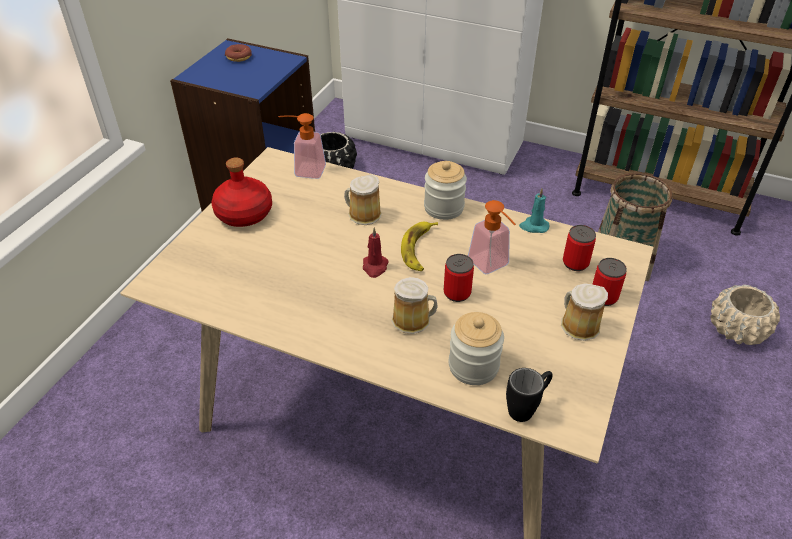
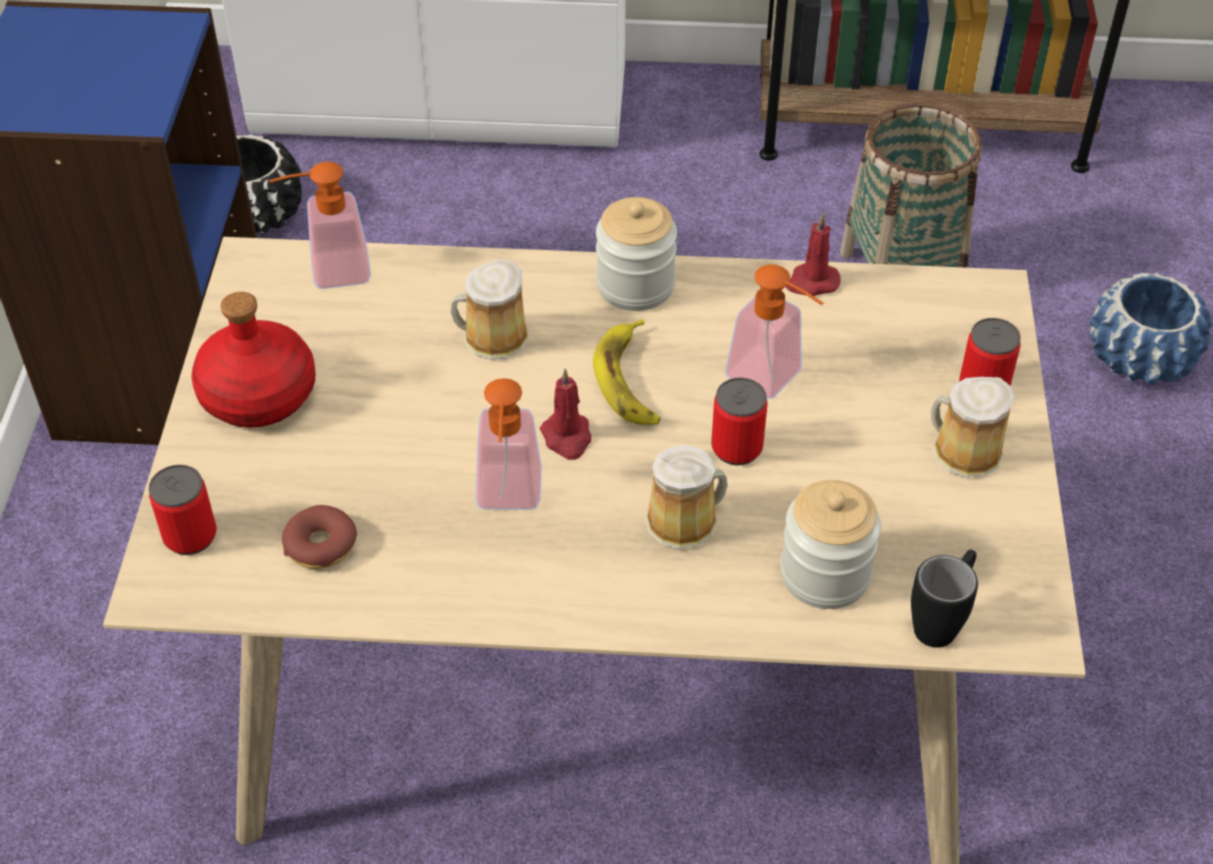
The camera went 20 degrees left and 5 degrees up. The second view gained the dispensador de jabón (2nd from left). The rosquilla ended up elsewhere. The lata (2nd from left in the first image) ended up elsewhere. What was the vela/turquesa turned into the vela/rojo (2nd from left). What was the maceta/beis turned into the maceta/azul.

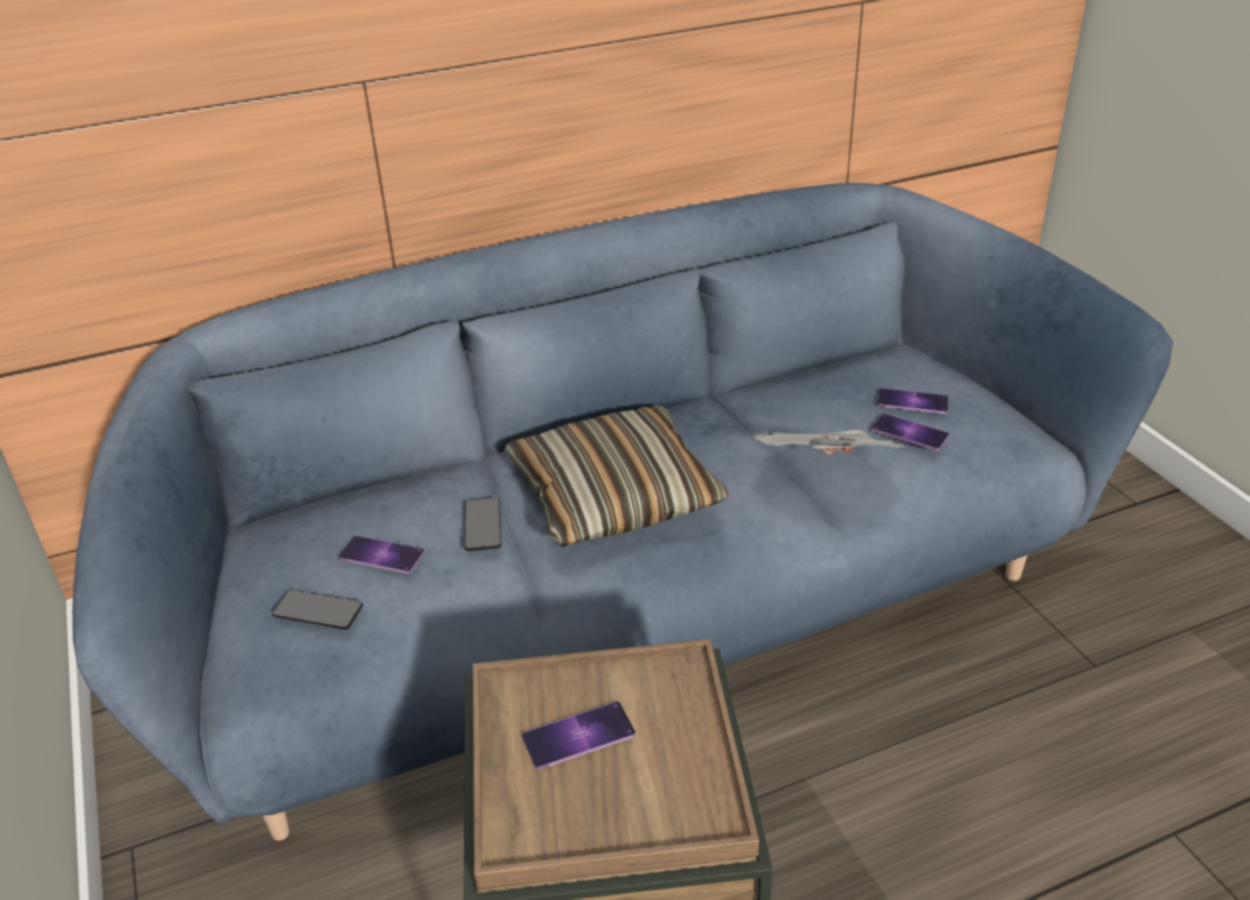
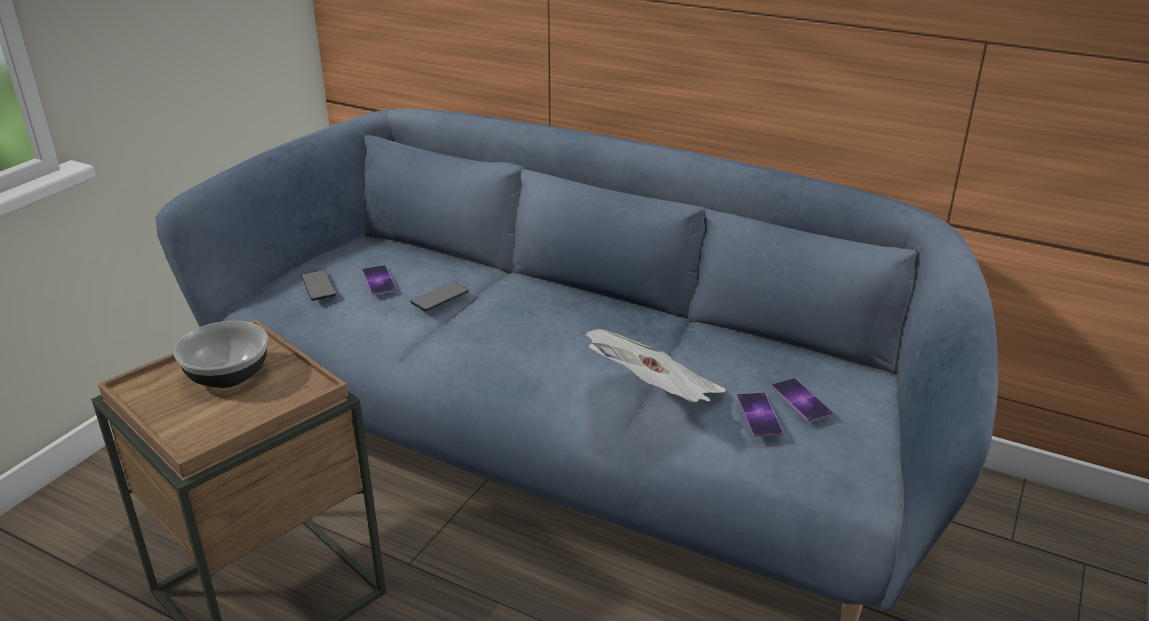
The camera went 50 degrees right and 5 degrees down. The second view lost the cojín. Where the móvil (4th from left) stood, the cuenco came to stand.

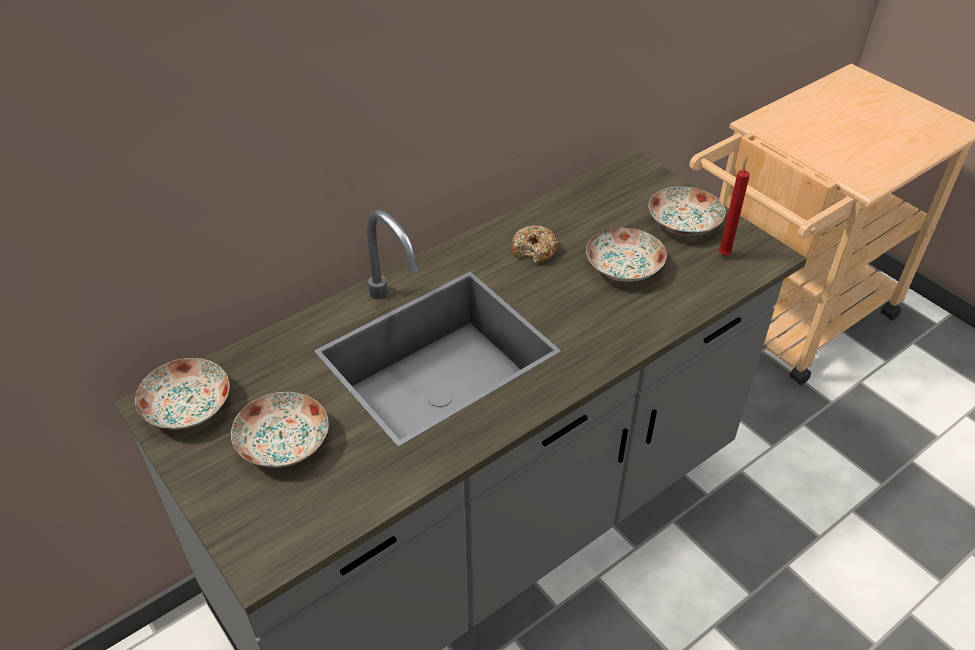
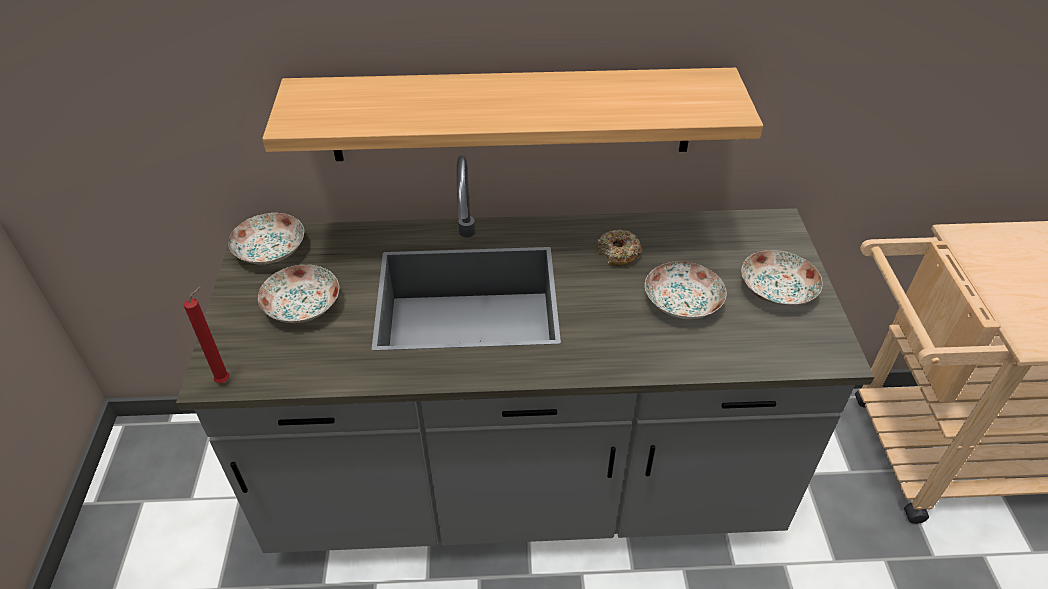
The camera went 35 degrees right and 0 degrees up. The second view gained the estante. The vela/rojo ended up elsewhere.

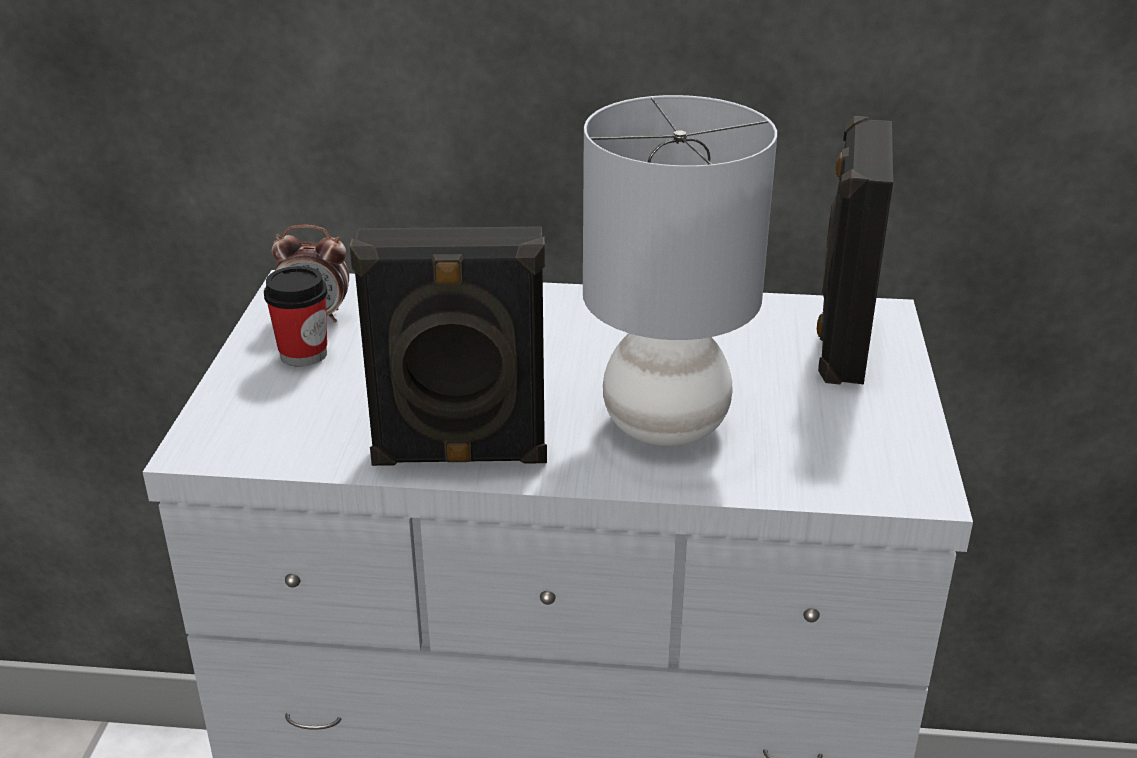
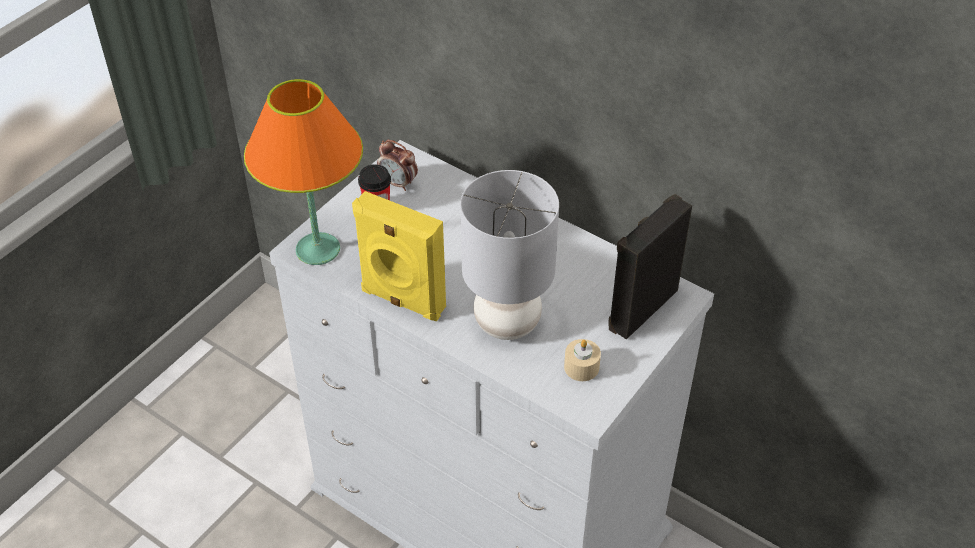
The camera went 30 degrees right and 15 degrees up. The second view gained the lámpara de mesa/naranja. The second view gained the vela/beis. What was the altavoz/negro (1st from left) turned into the altavoz/amarillo.

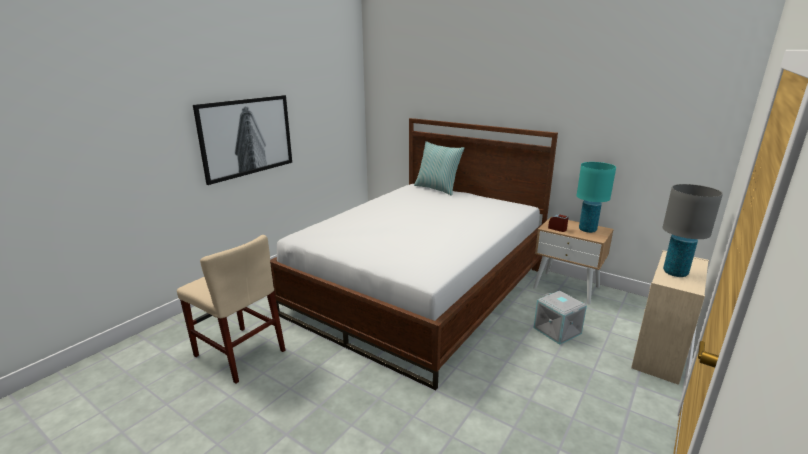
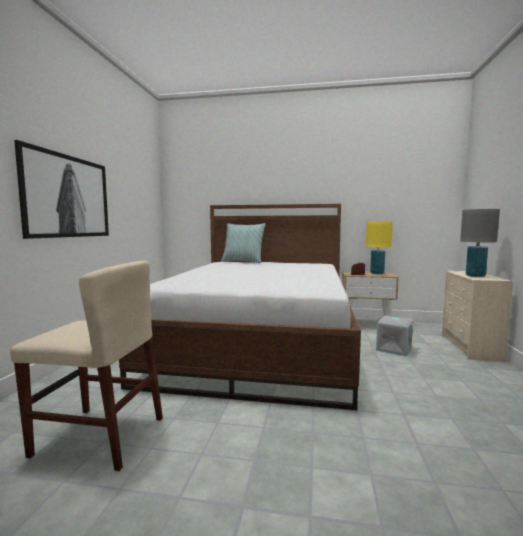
The camera went 25 degrees left and 15 degrees down. What was the lámpara de mesa/turquesa turned into the lámpara de mesa/amarillo.

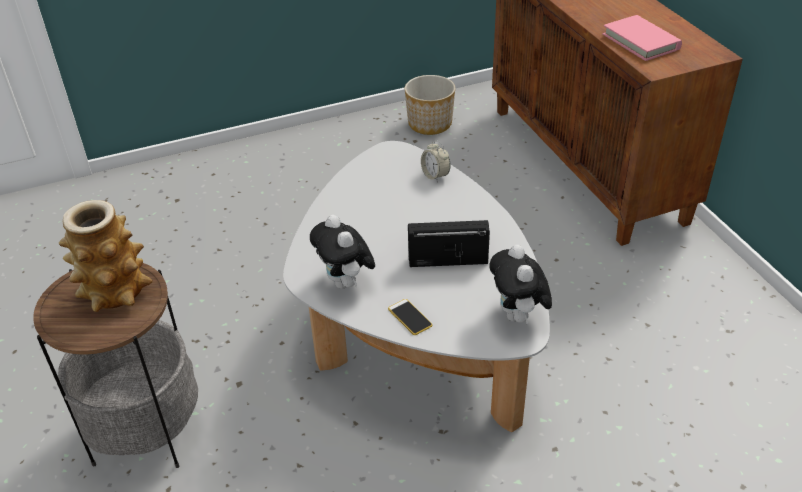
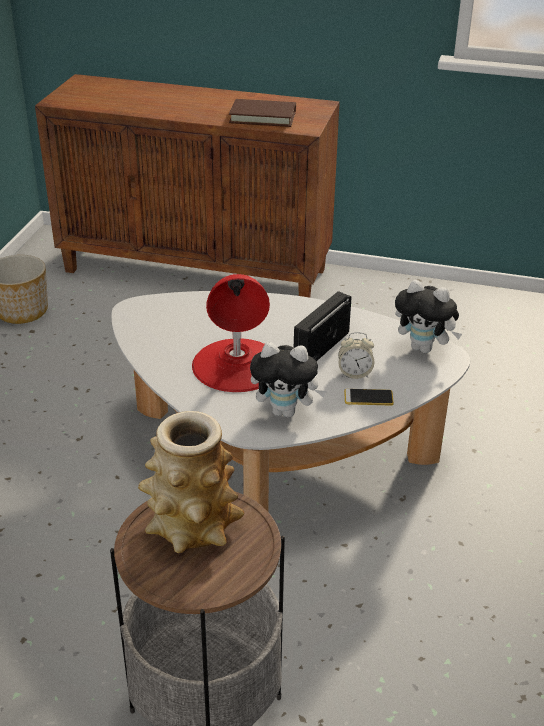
The camera went 55 degrees left and 5 degrees down. The second view gained the lámpara de mesa/rojo. The despertador ended up elsewhere. What was the libro/rosa turned into the libro/marrón.

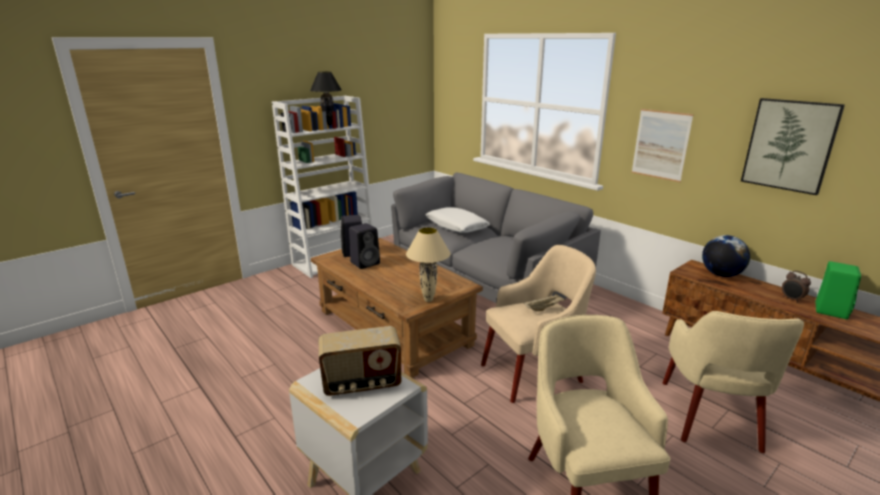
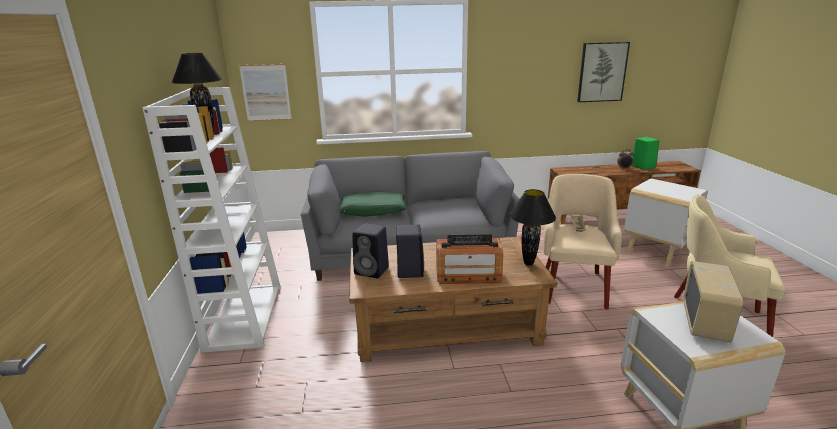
The camera went 55 degrees left and 0 degrees up. The second view lost the globo terráqueo. The second view gained the radio (1st from left). The cuadro (1st from left) ended up elsewhere. Where the sillón/beis (3rd from left) stood, the mesa auxiliar/blanco (1st from left) came to stand. What was the lámpara de mesa/beis turned into the lámpara de mesa/negro (2nd from left). What was the cojín/blanco turned into the cojín/verde.

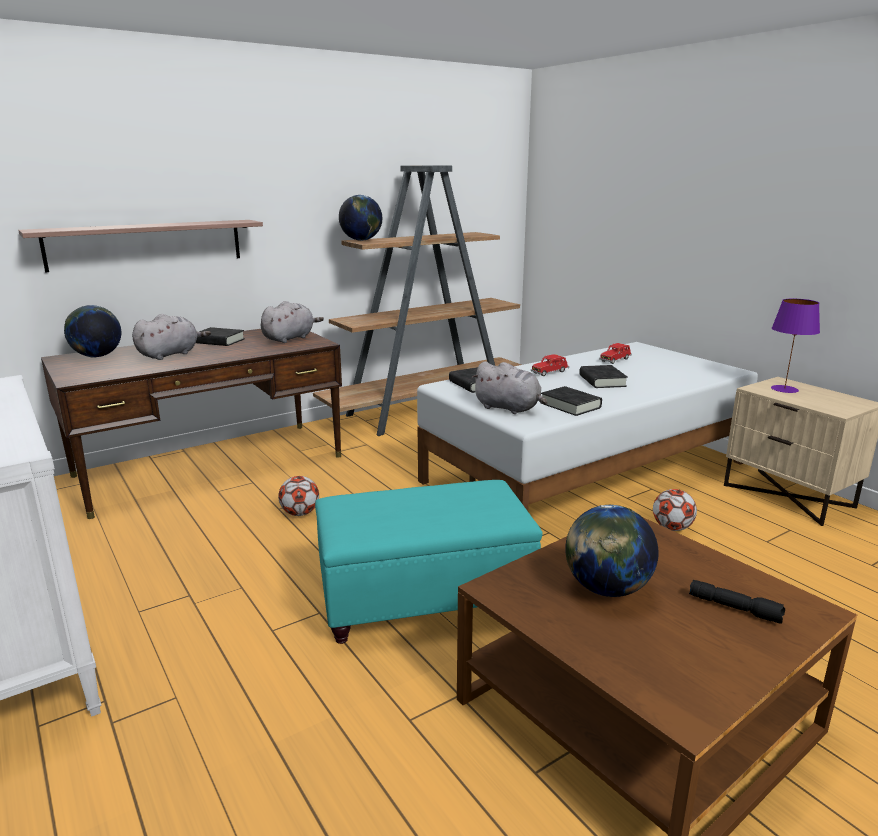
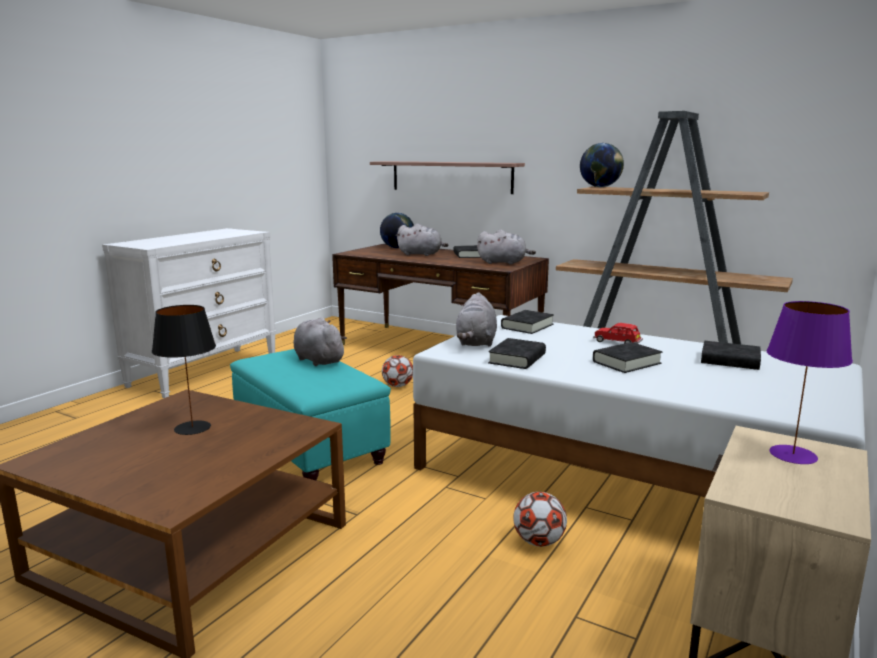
The camera went 65 degrees right and 5 degrees down. The second view lost the linterna/negro. The second view gained the peluche/gris (1st from left). Where the globo terráqueo (3rd from left) stood, the lámpara de mesa/negro came to stand. Where the coche de juguete/rojo (2nd from left) stood, the libro/negro (5th from left) came to stand.

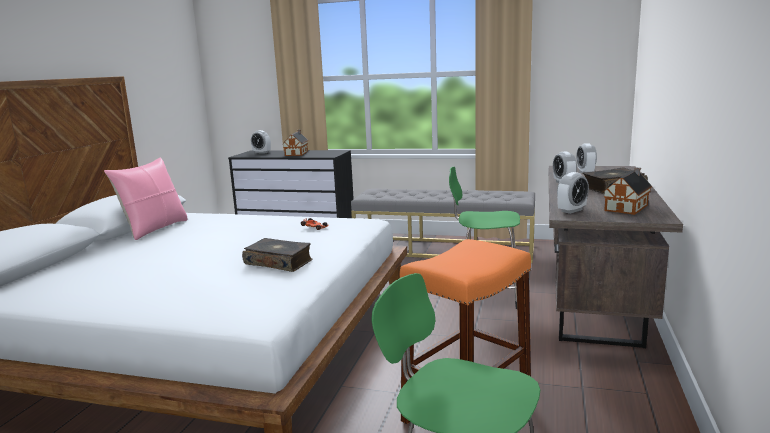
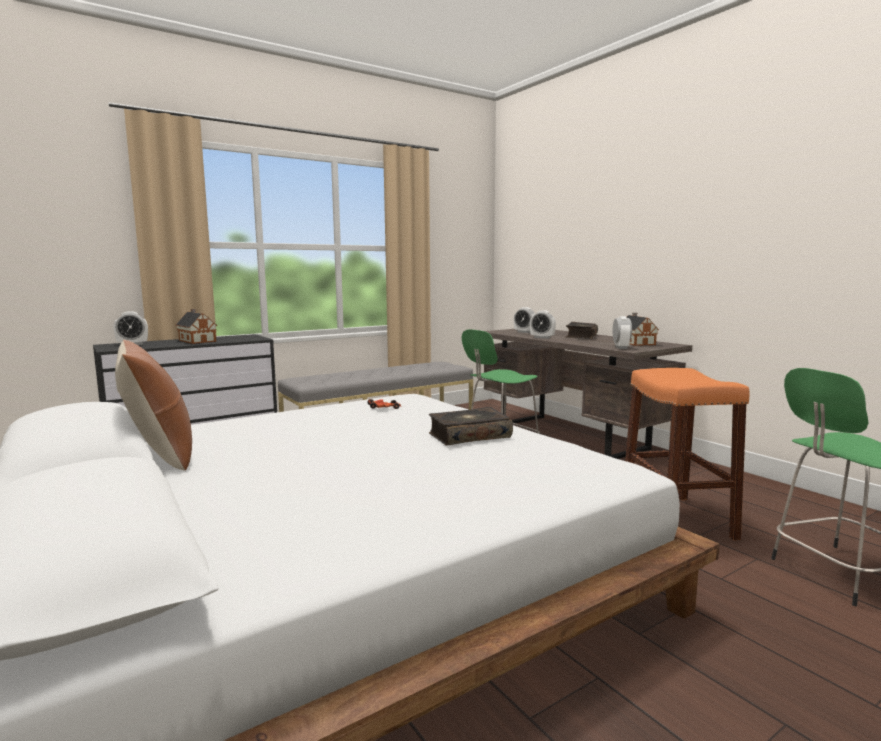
The camera went 50 degrees left and 5 degrees down. What was the cojín/rosa turned into the cojín/marrón.

